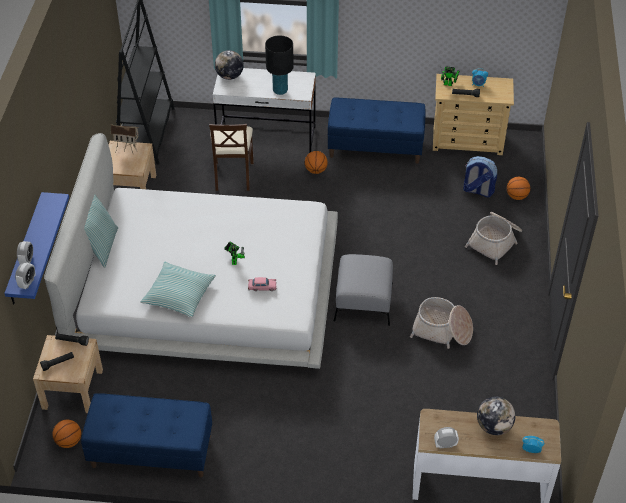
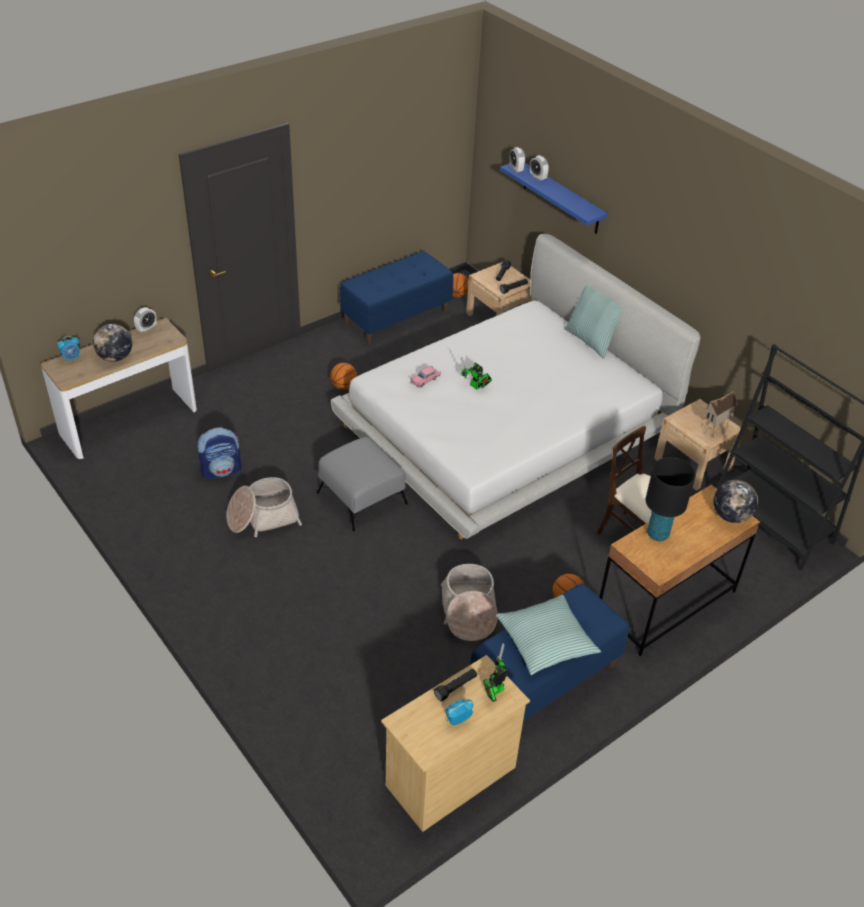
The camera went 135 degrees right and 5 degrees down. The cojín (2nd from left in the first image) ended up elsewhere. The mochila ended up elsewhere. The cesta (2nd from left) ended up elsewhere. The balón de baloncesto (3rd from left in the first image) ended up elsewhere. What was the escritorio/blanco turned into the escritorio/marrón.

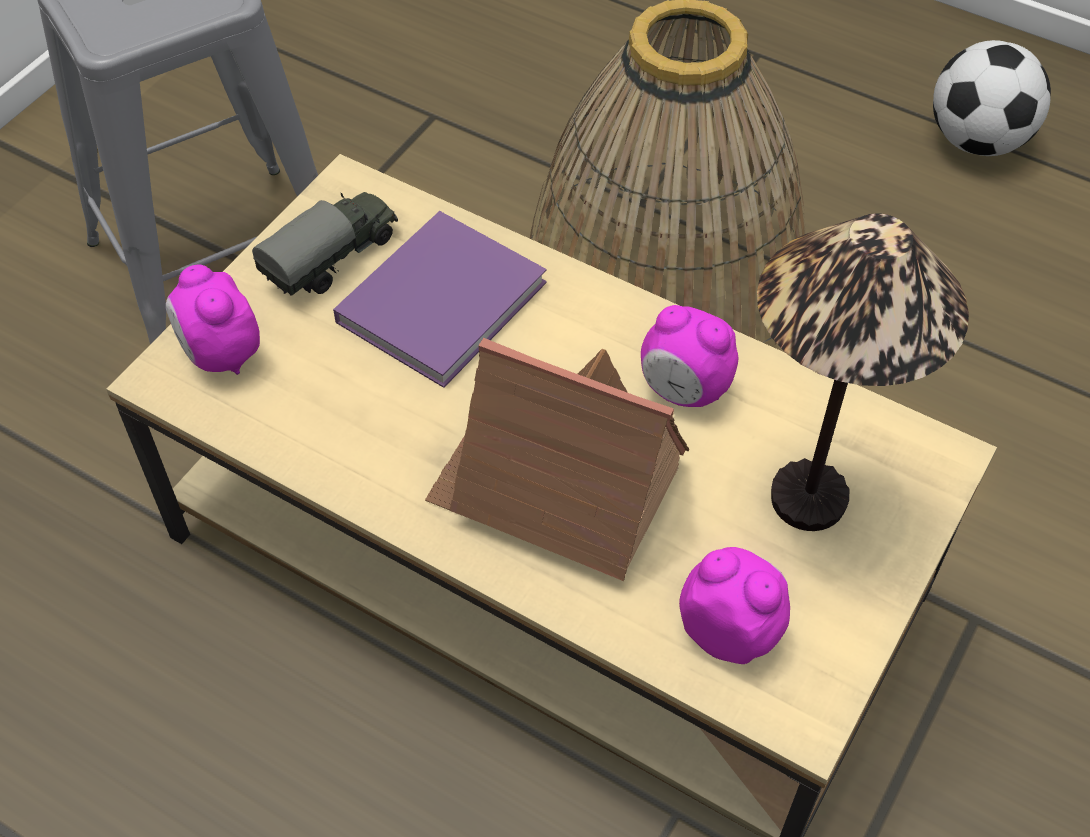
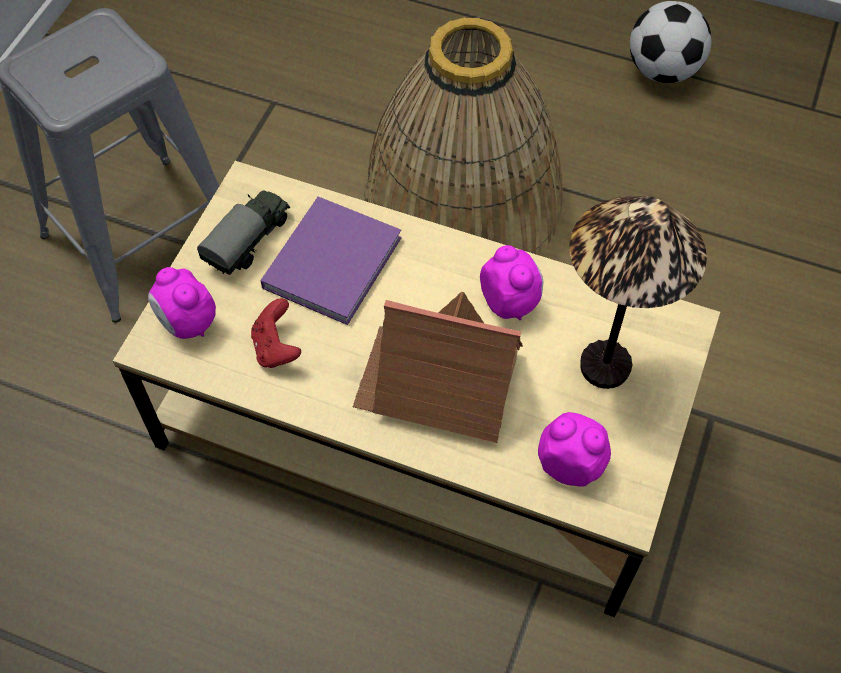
The camera went 10 degrees left and 5 degrees up. The second view gained the mando de consola/rojo. The despertador (2nd from left) ended up facing another way, 135 degrees counterclockwise from before.

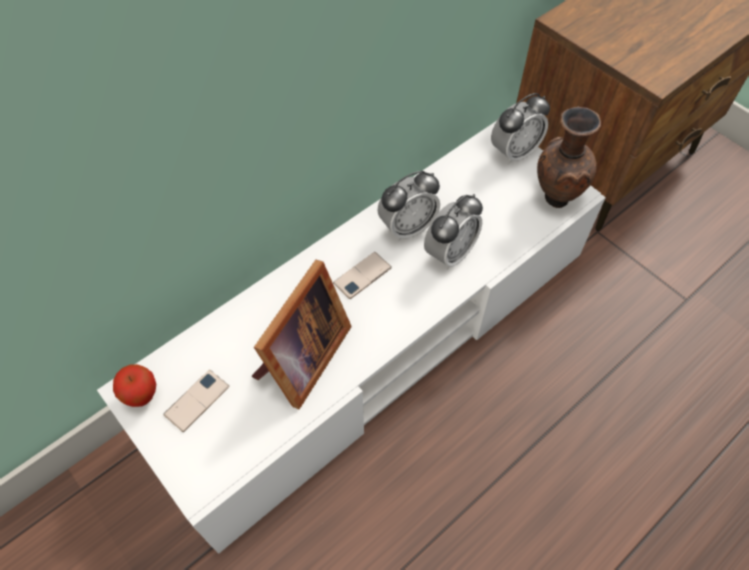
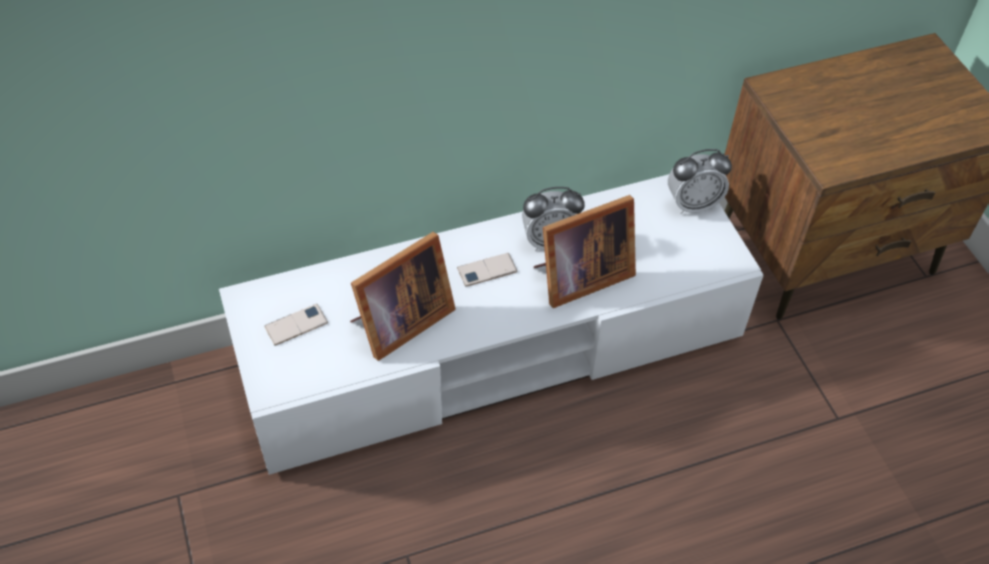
The camera went 20 degrees right and 5 degrees down. The second view lost the manzana. The second view lost the florero/marrón. Where the despertador (2nd from left) stood, the portarretratos (2nd from left) came to stand.

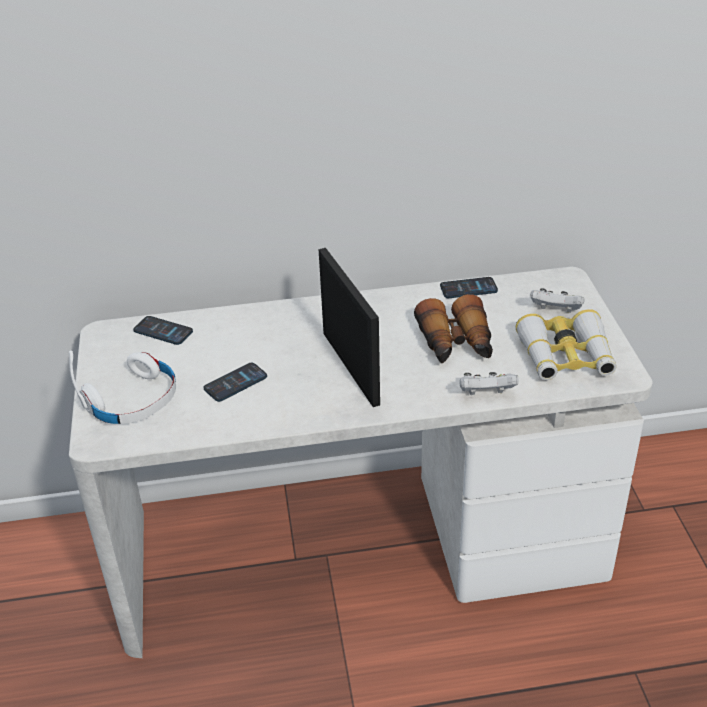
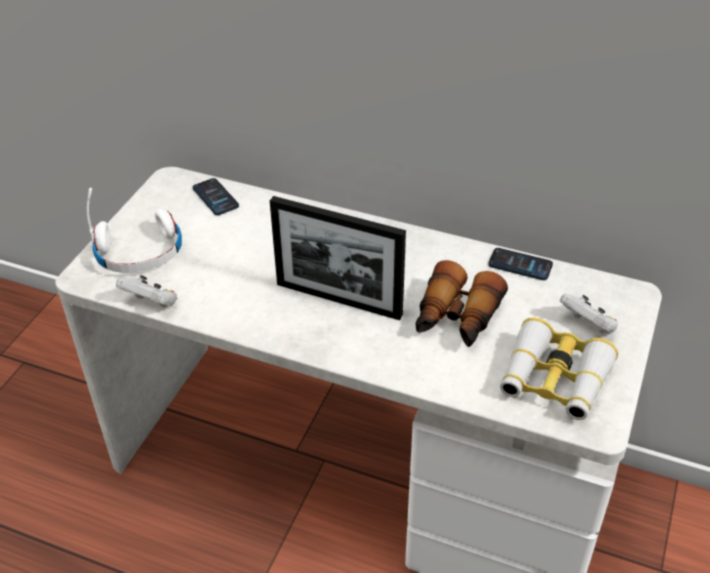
The camera went 30 degrees right and 5 degrees up. The second view lost the móvil (2nd from left). The mando de consola/blanco (1st from left) ended up elsewhere. The portarretratos ended up facing another way, 105 degrees clockwise from before.

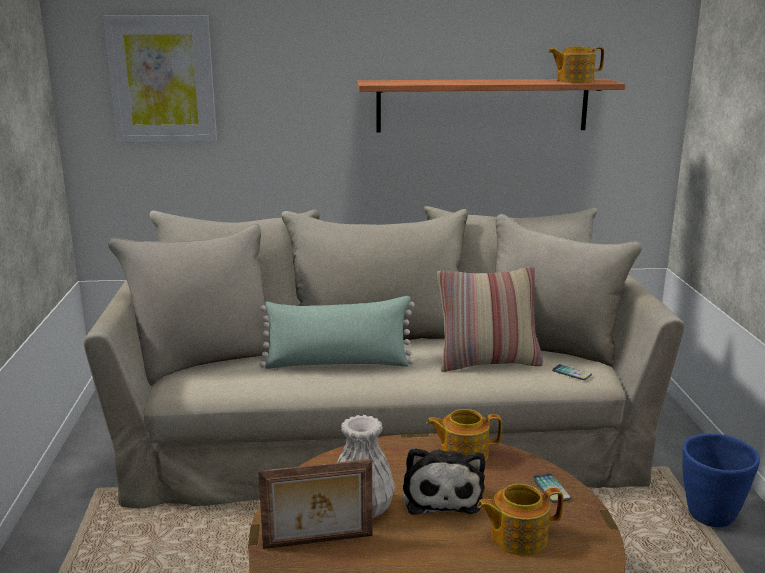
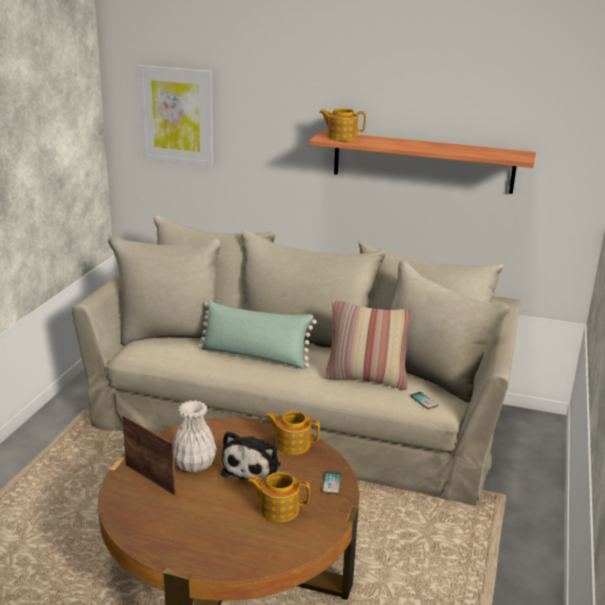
The camera went 20 degrees right and 5 degrees up. The second view lost the maceta/azul. The tetera (3rd from left) ended up elsewhere. The portarretratos ended up facing another way, 150 degrees counterclockwise from before.

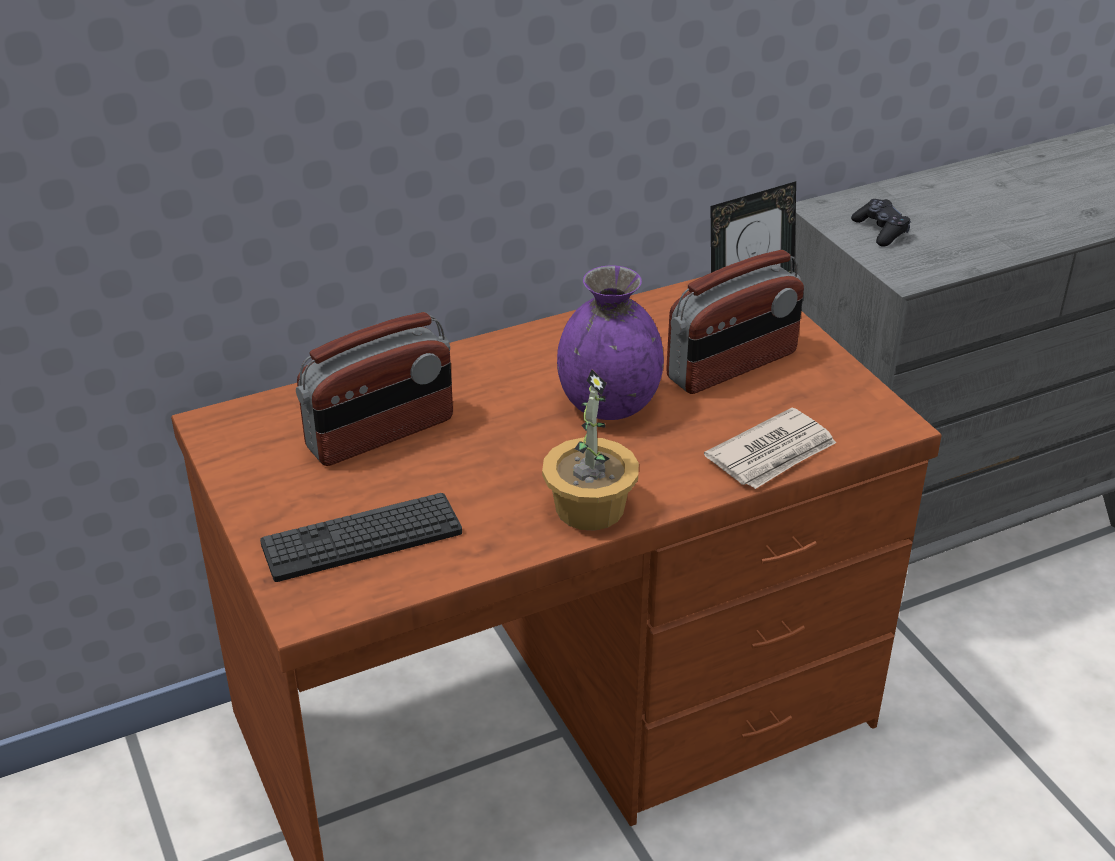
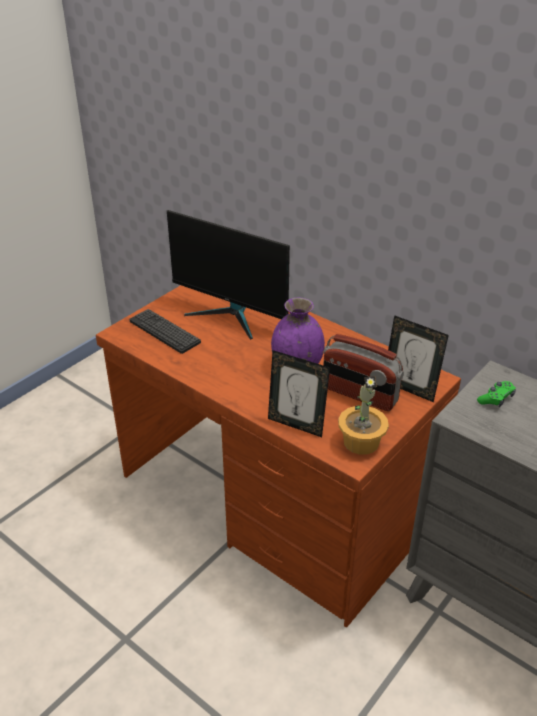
The camera went 65 degrees right and 0 degrees up. The planta en maceta ended up elsewhere. Where the radio (1st from left) stood, the monitor came to stand. Where the periódico stood, the portarretratos (1st from left) came to stand. What was the mando de consola/negro turned into the mando de consola/verde.

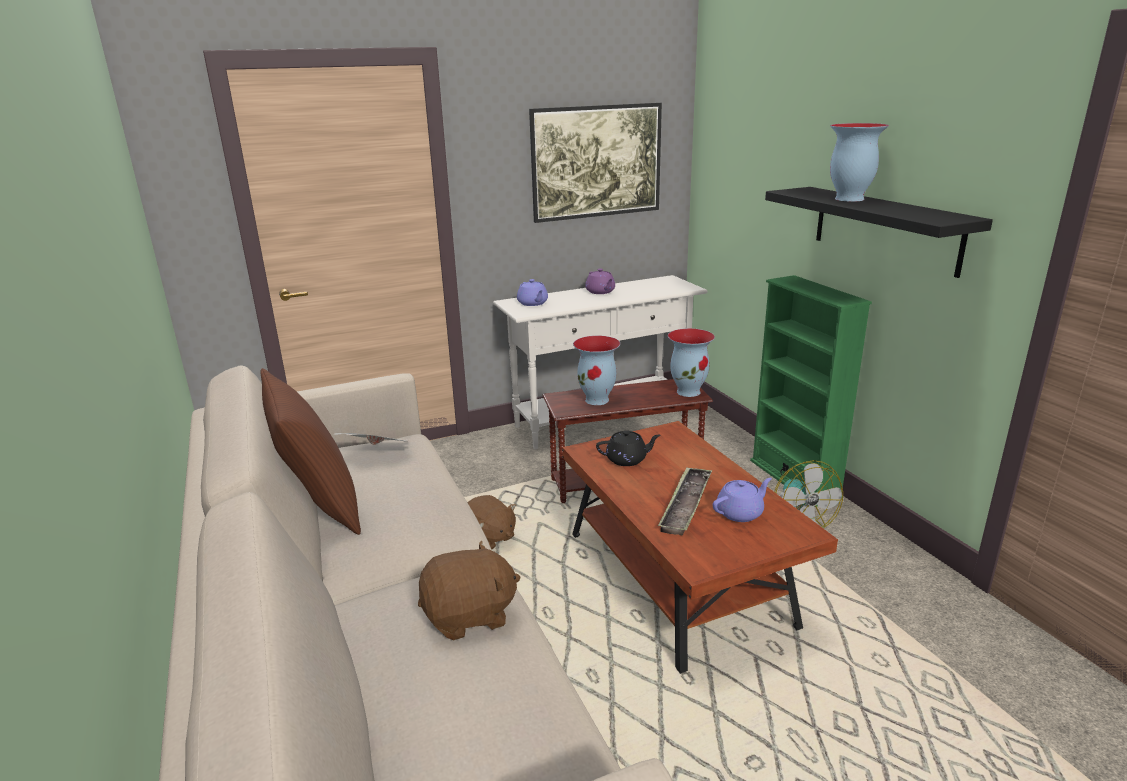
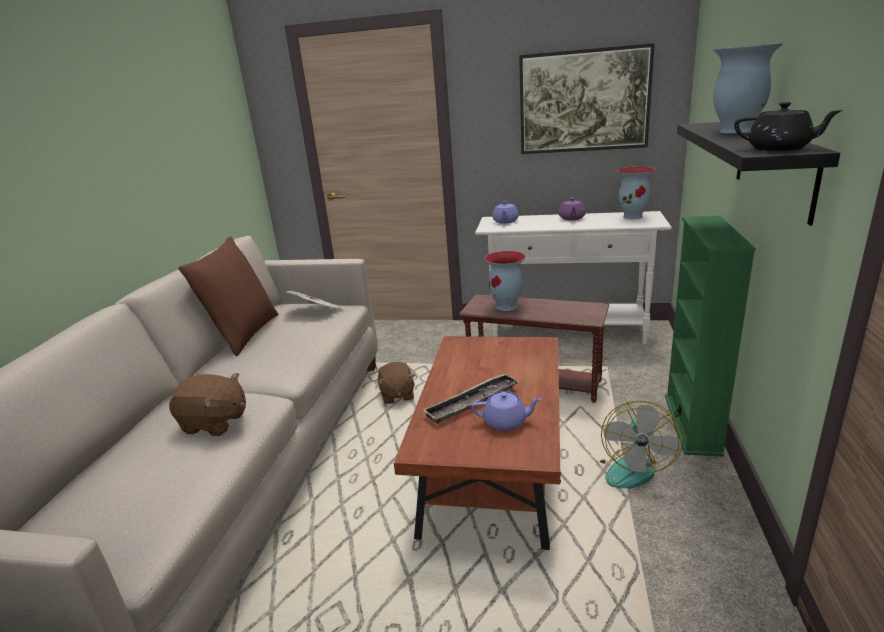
The camera went 35 degrees right and 0 degrees up. The tetera/negro ended up elsewhere. The florero (2nd from left) ended up elsewhere.

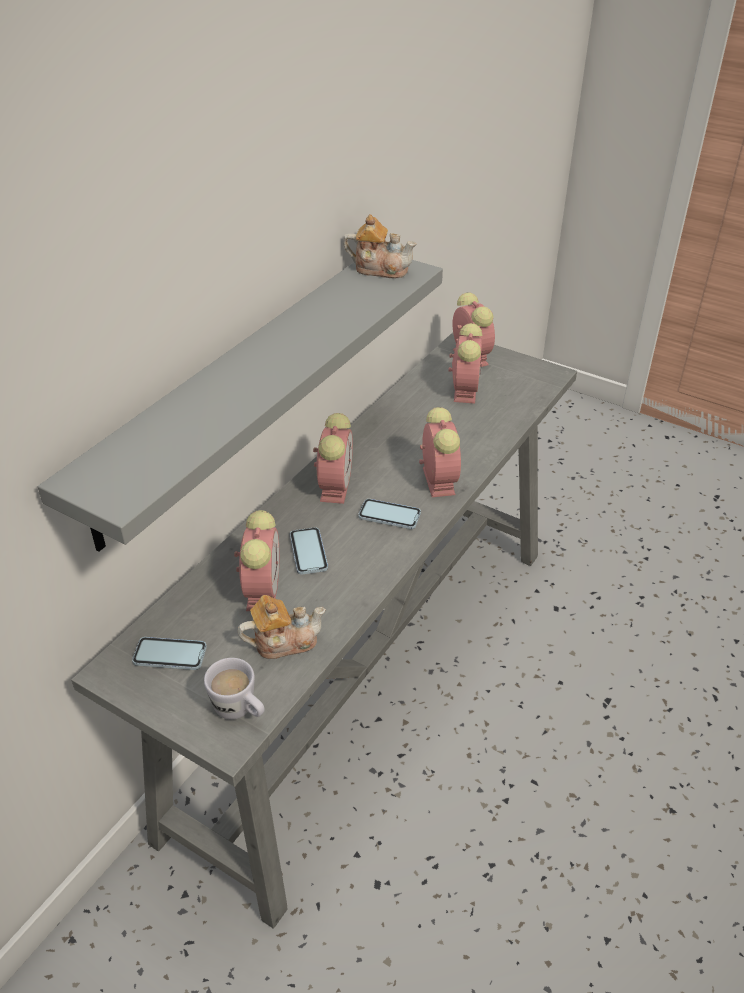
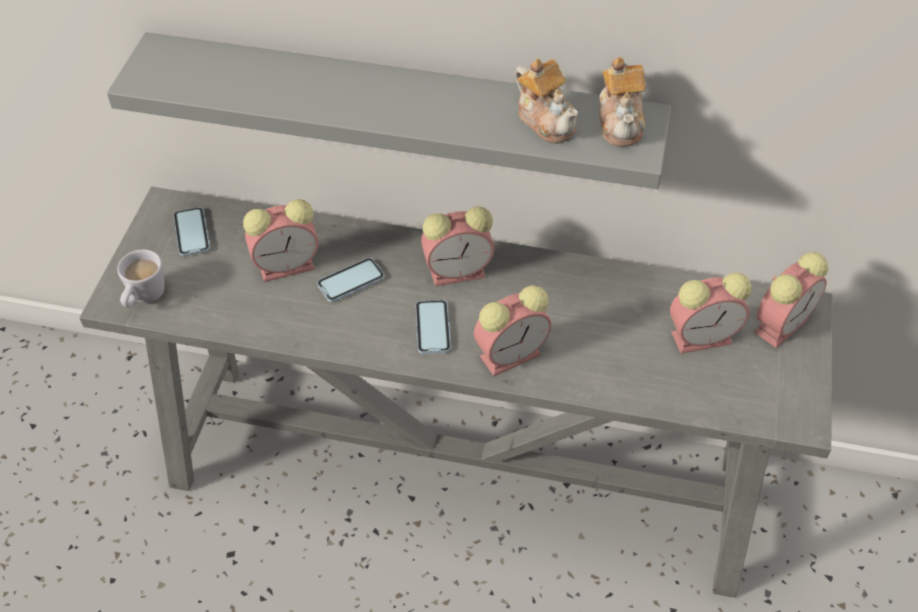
The camera went 70 degrees right and 10 degrees up. The tetera (1st from left) ended up elsewhere.

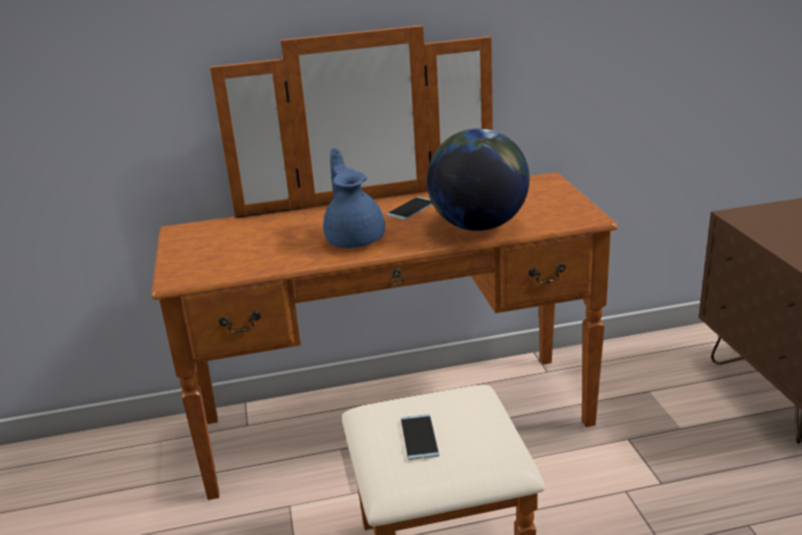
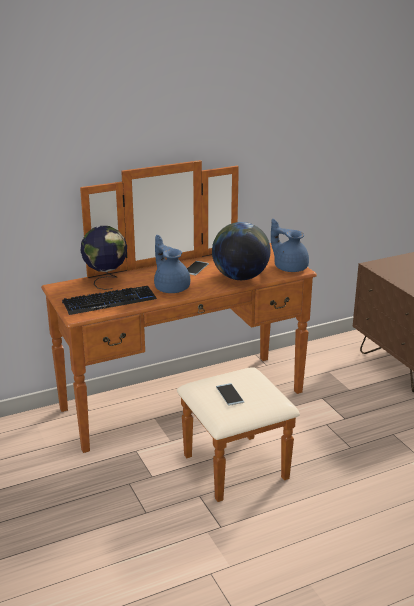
The camera went 15 degrees left and 0 degrees up. The second view gained the teclado. The second view gained the globo terráqueo (1st from left). The second view gained the tetera/azul (2nd from left).

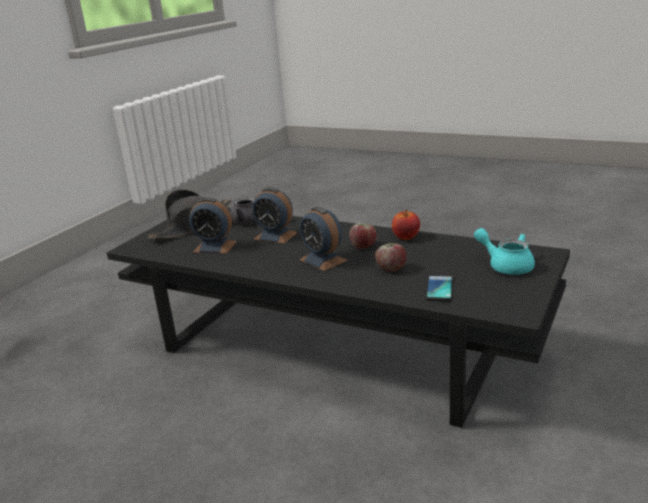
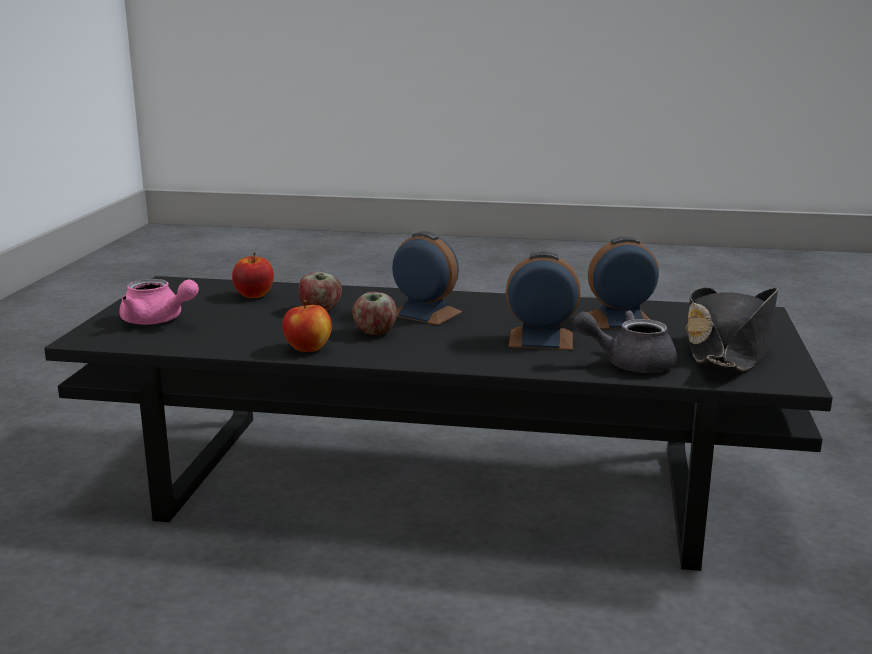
The camera went 160 degrees right and 5 degrees down. Where the móvil stood, the manzana (1st from left) came to stand. What was the tetera/turquesa turned into the tetera/rosa.

